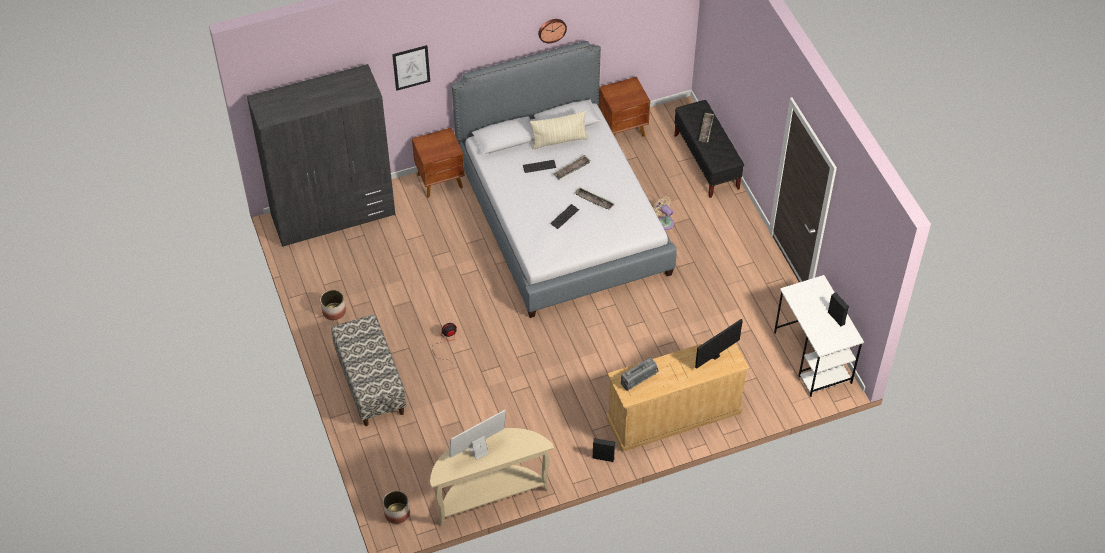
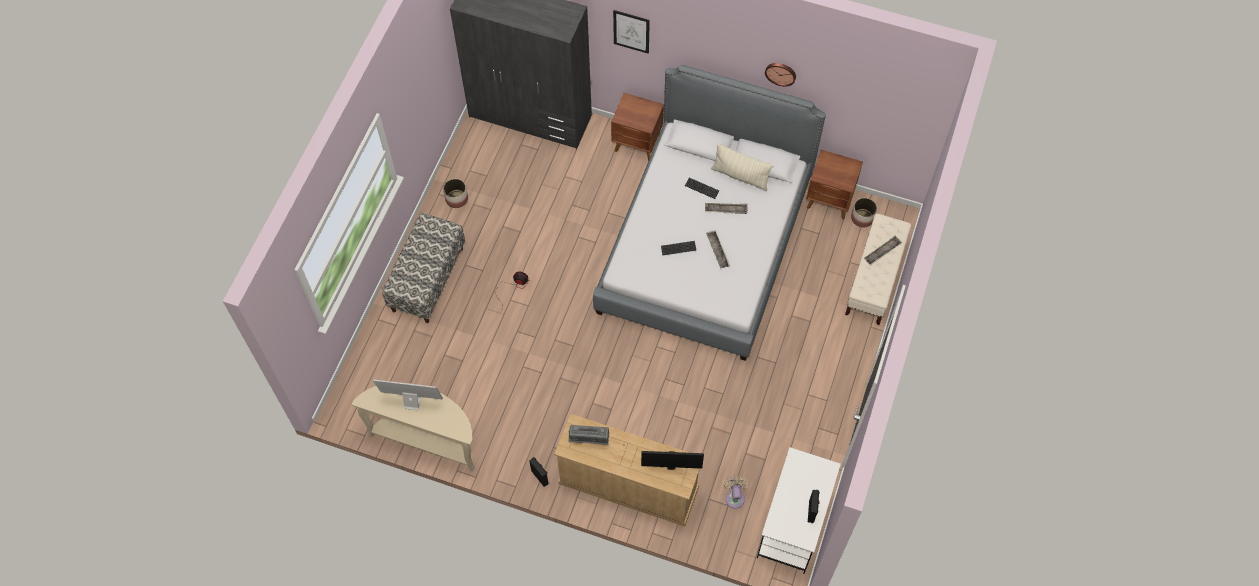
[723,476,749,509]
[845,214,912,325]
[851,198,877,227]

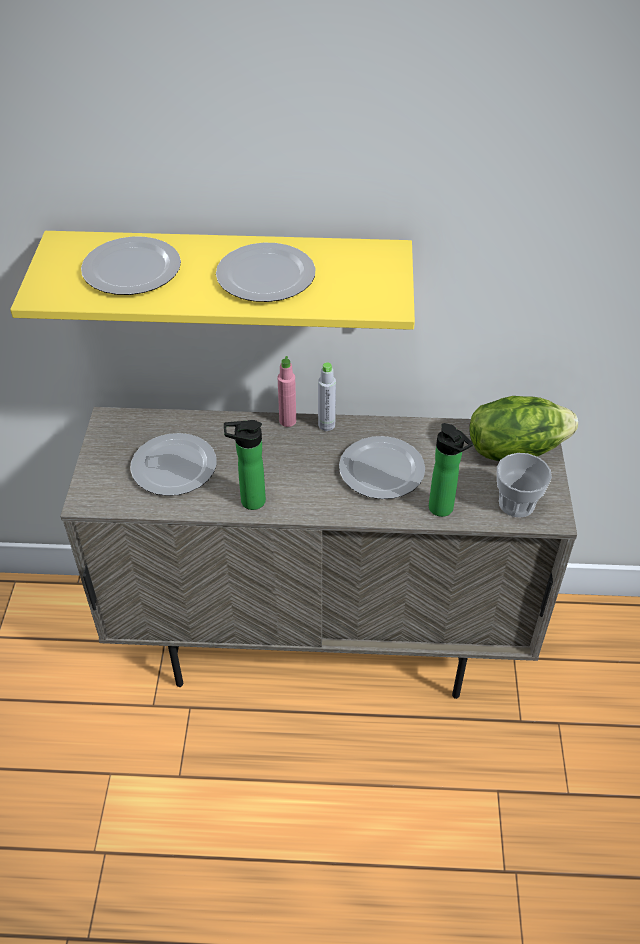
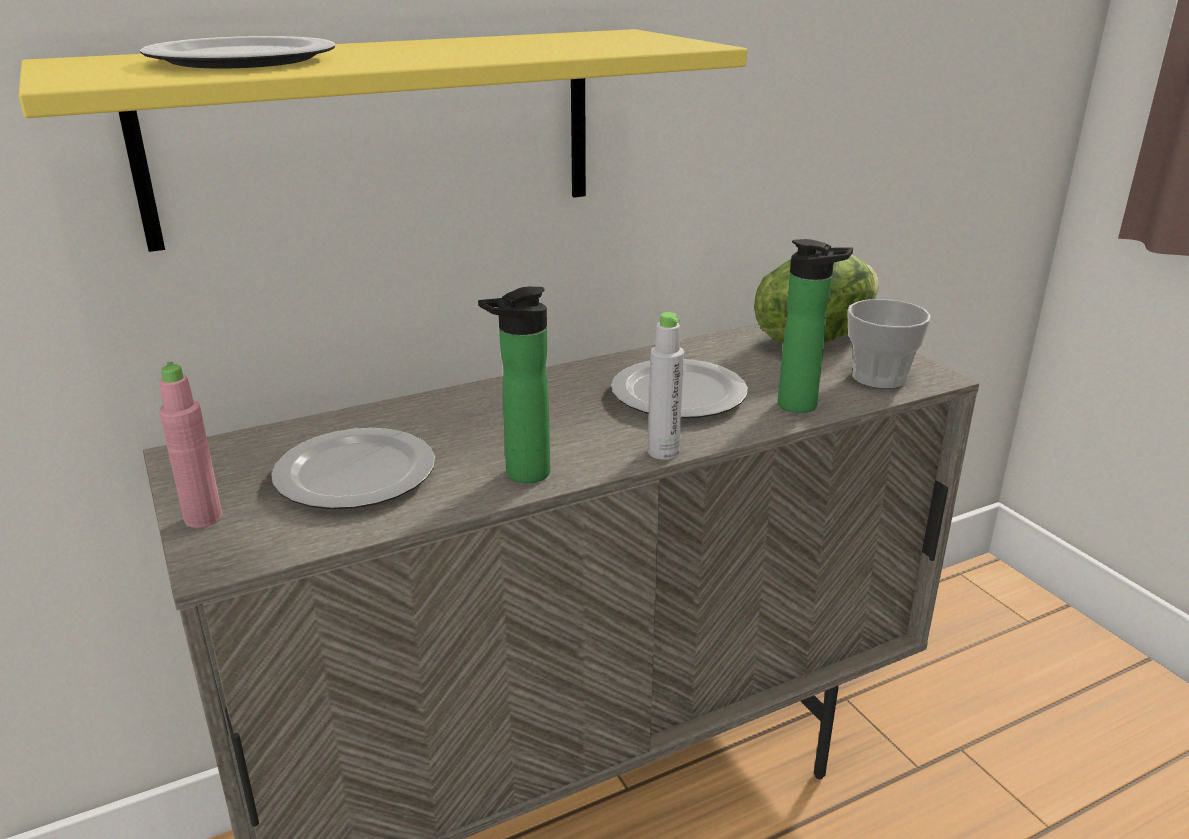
[159,362,222,528]
[648,312,684,460]
[216,243,316,302] (first image)

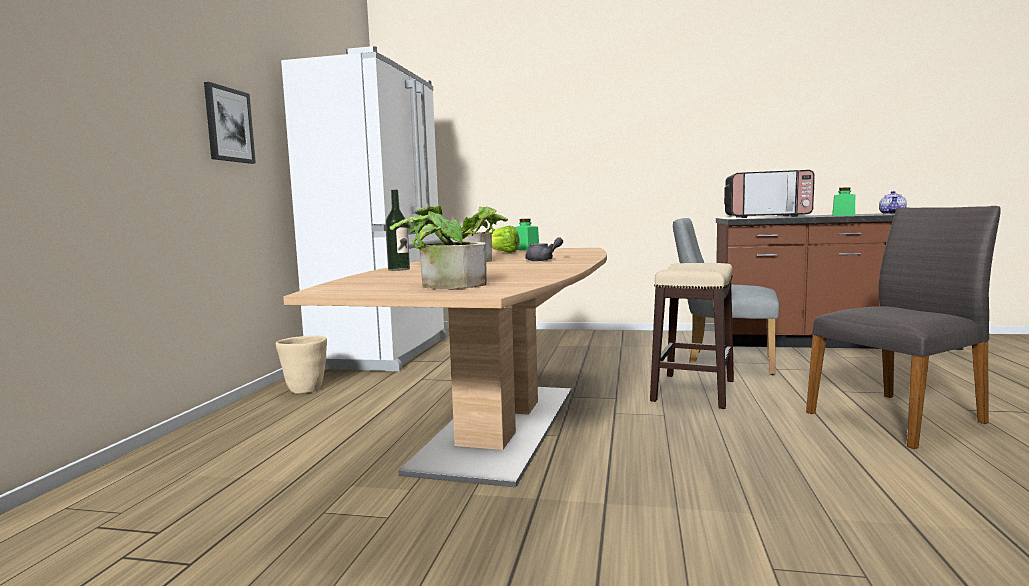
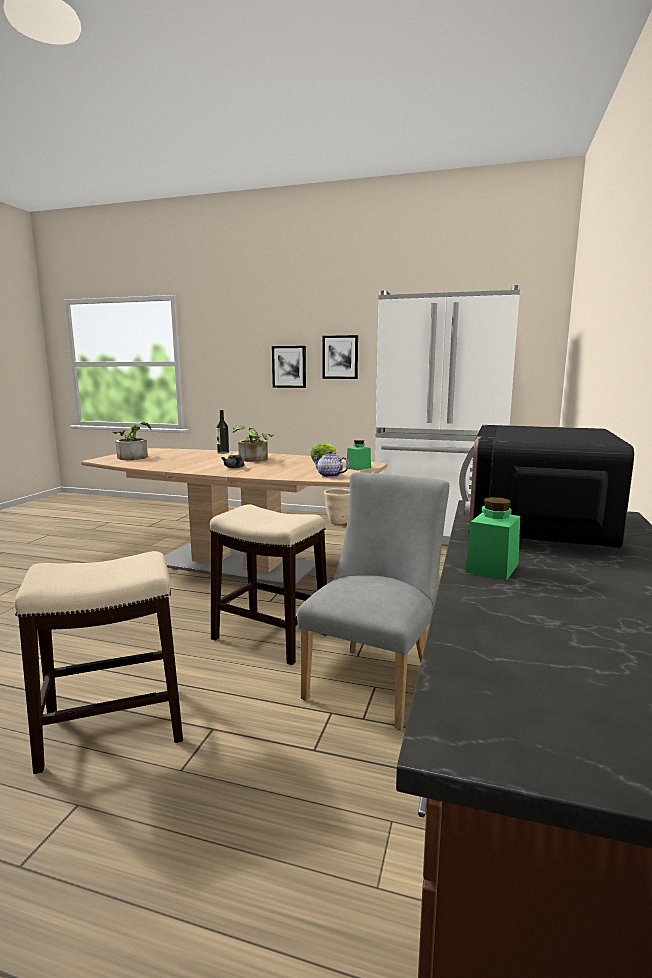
[15,551,183,774]
[272,346,306,388]
[312,451,349,477]

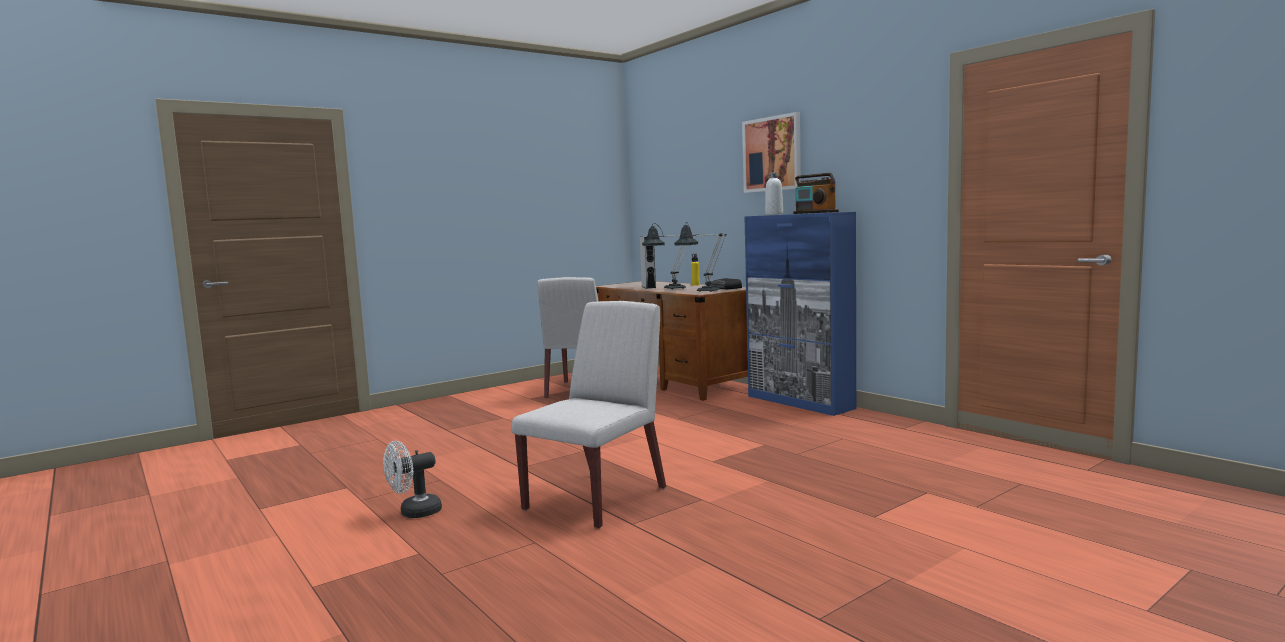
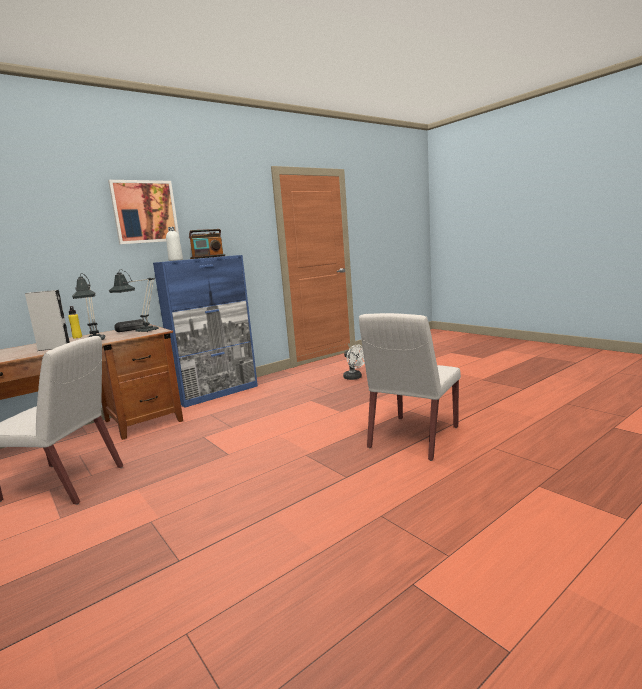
[343,344,365,380]
[359,313,461,461]

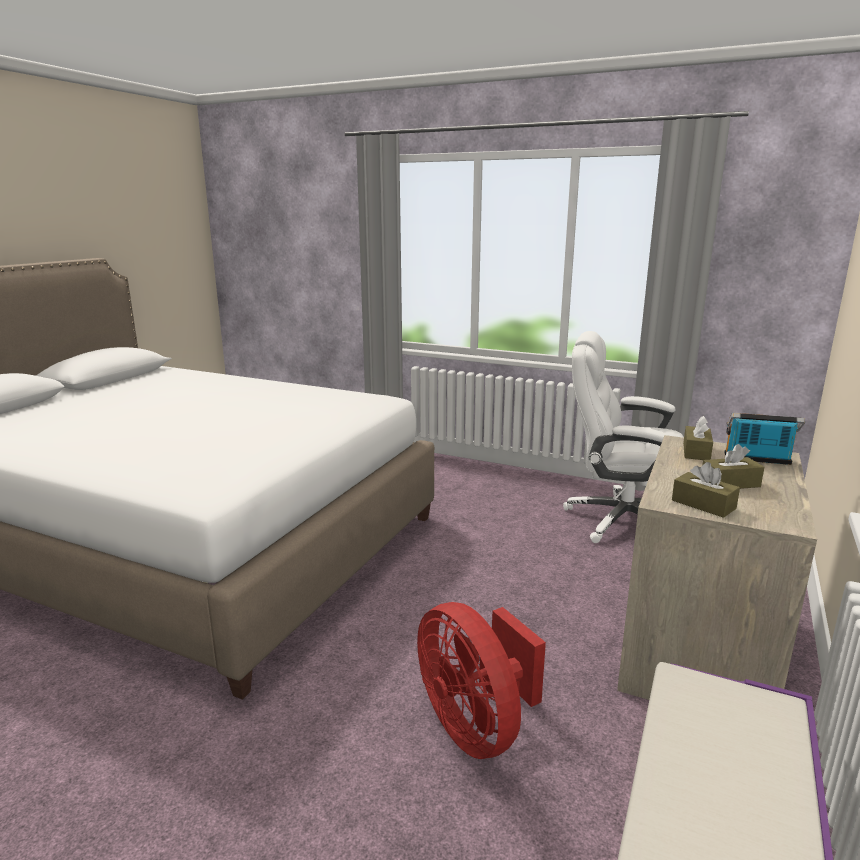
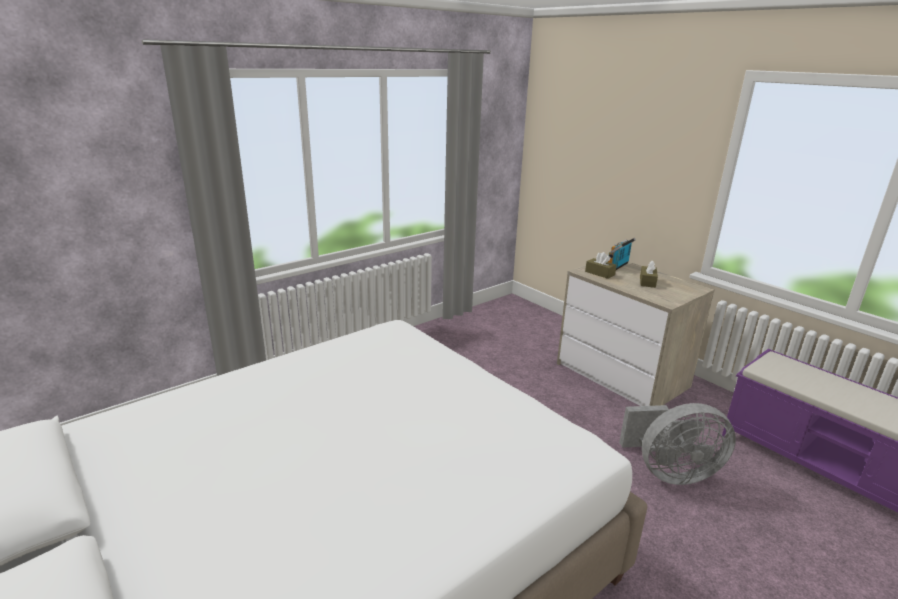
[619,403,736,485]
[563,331,684,543] (first image)
[672,462,740,518] (first image)

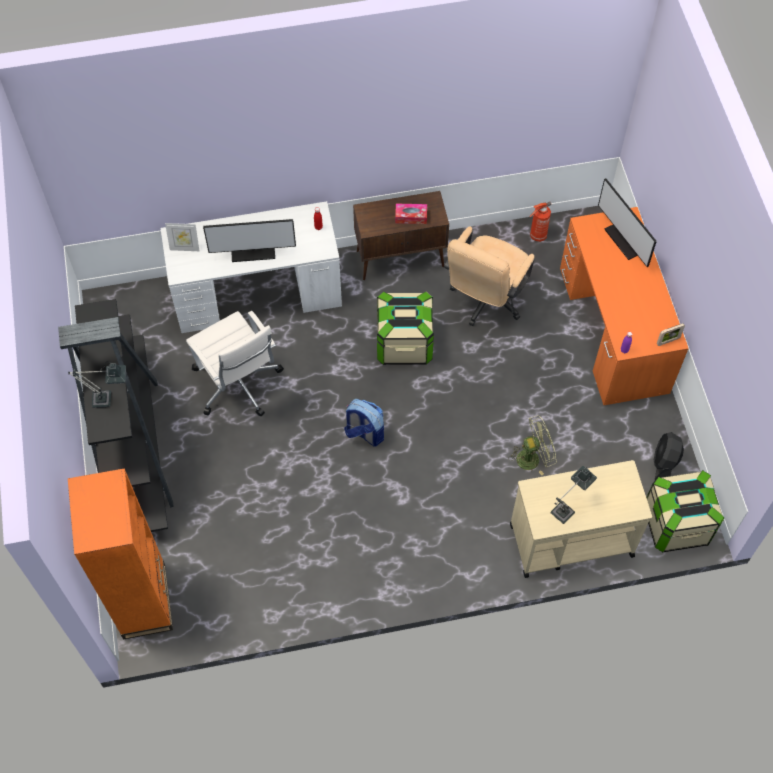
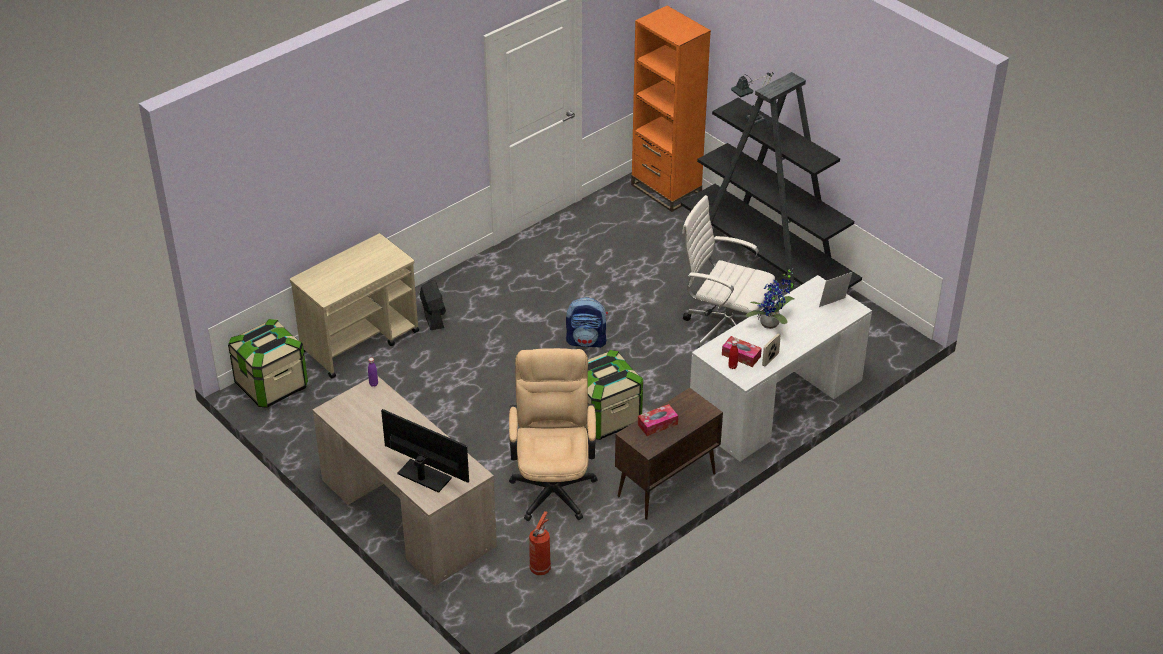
[313,376,497,586]
[419,280,446,330]
[722,336,762,367]
[746,268,794,329]
[762,333,781,366]
[508,415,557,475] (first image)
[550,466,597,524] (first image)

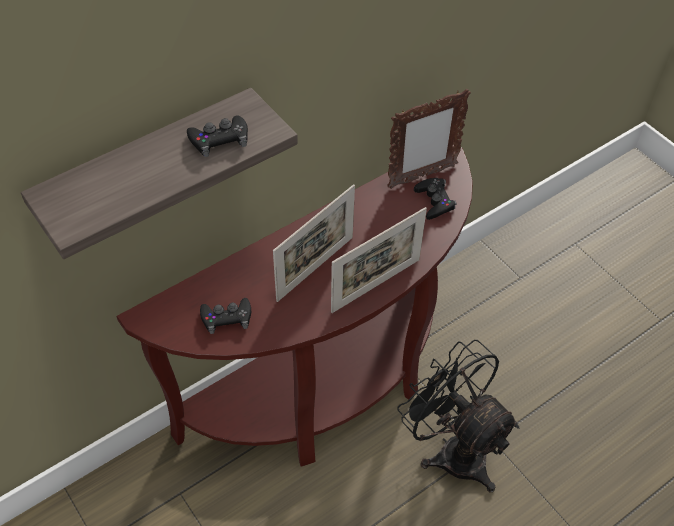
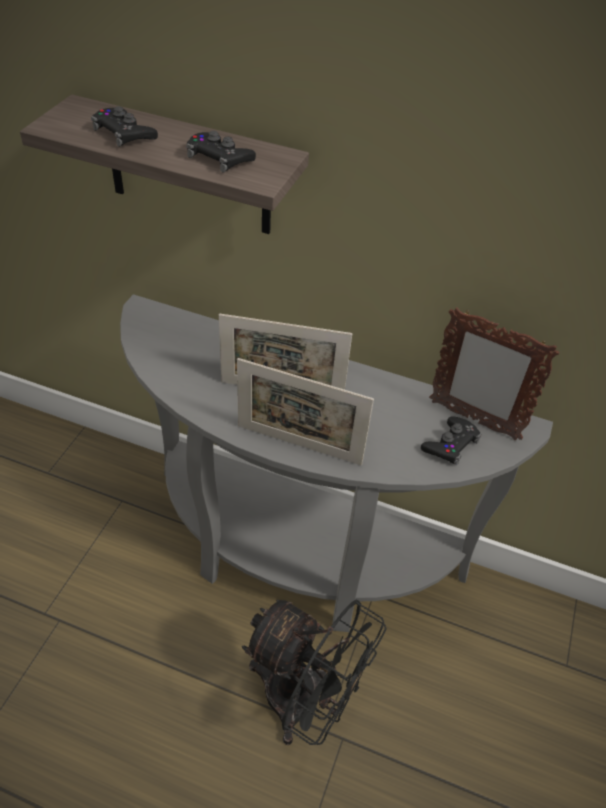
[91,106,158,147]
[120,294,553,632]
[242,600,387,745]

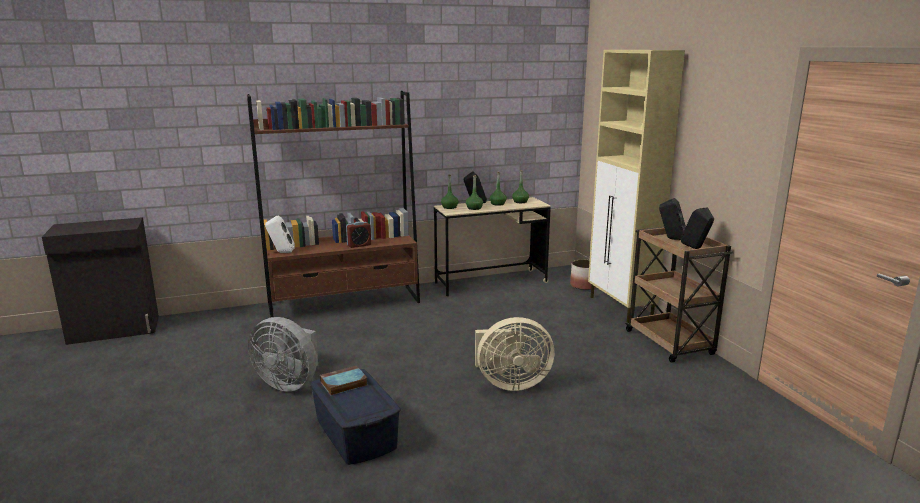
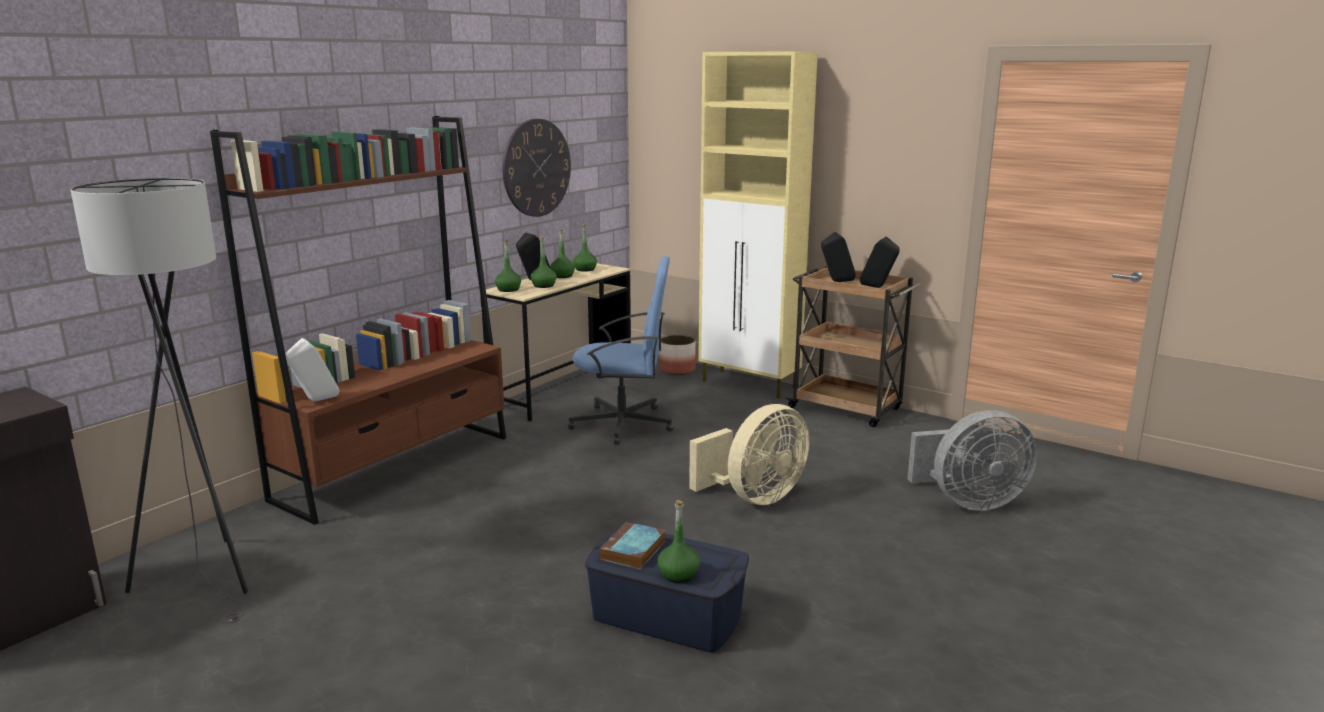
[70,178,248,623]
[503,119,571,217]
[568,256,674,445]
[657,500,700,583]
[908,410,1038,511]
[346,221,371,248] (first image)

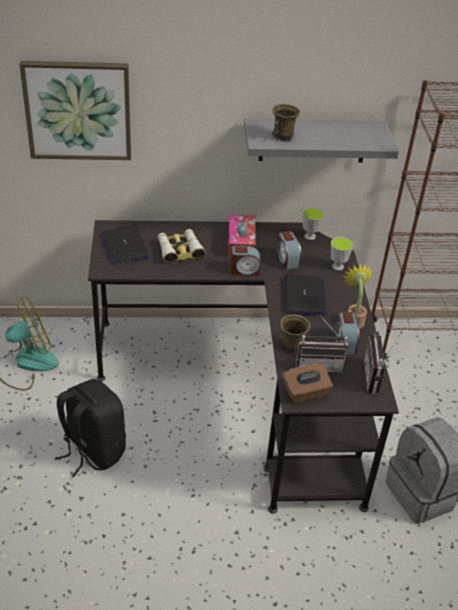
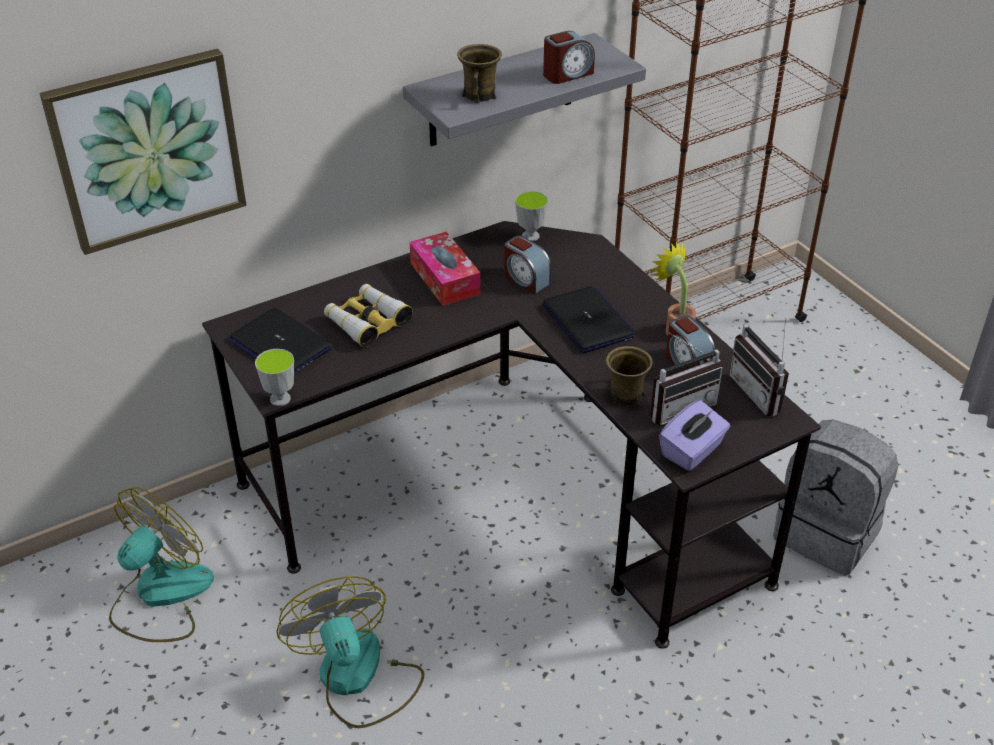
[255,349,294,406]
[276,576,424,728]
[543,31,595,84]
[659,400,730,471]

